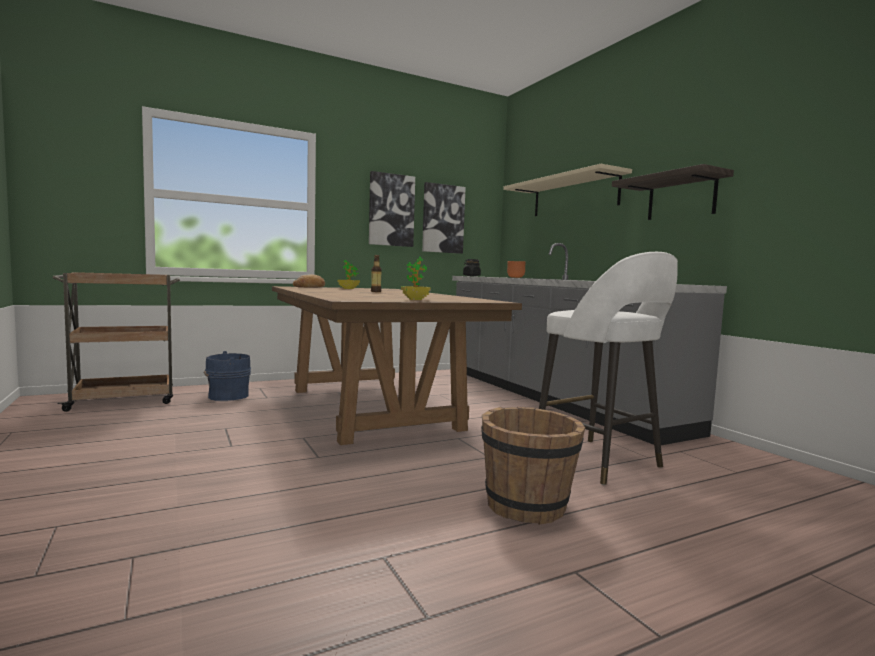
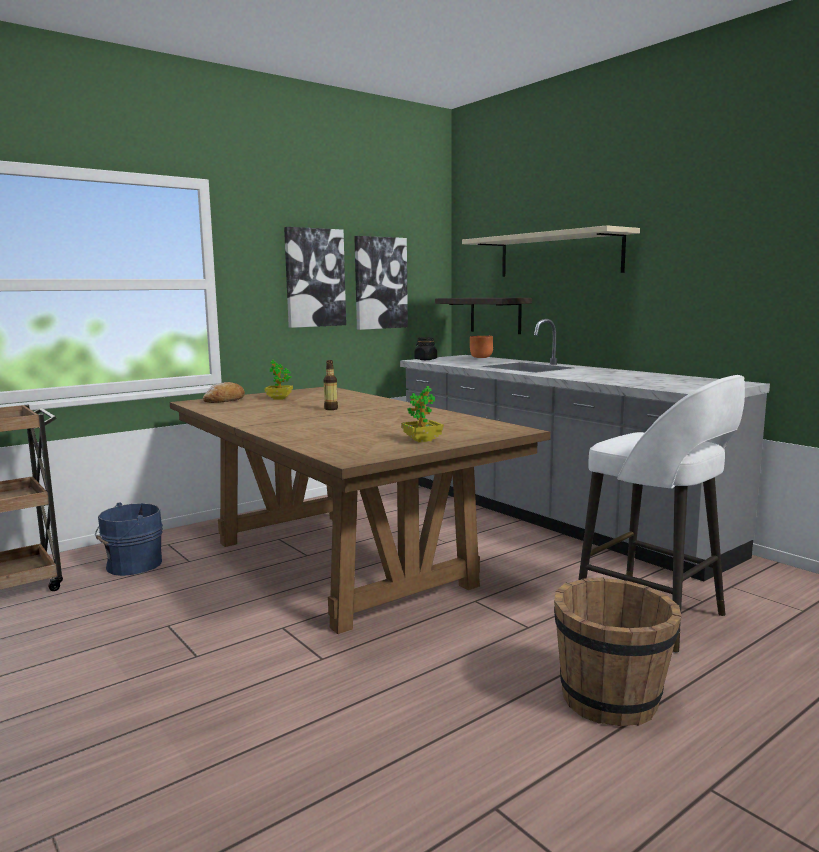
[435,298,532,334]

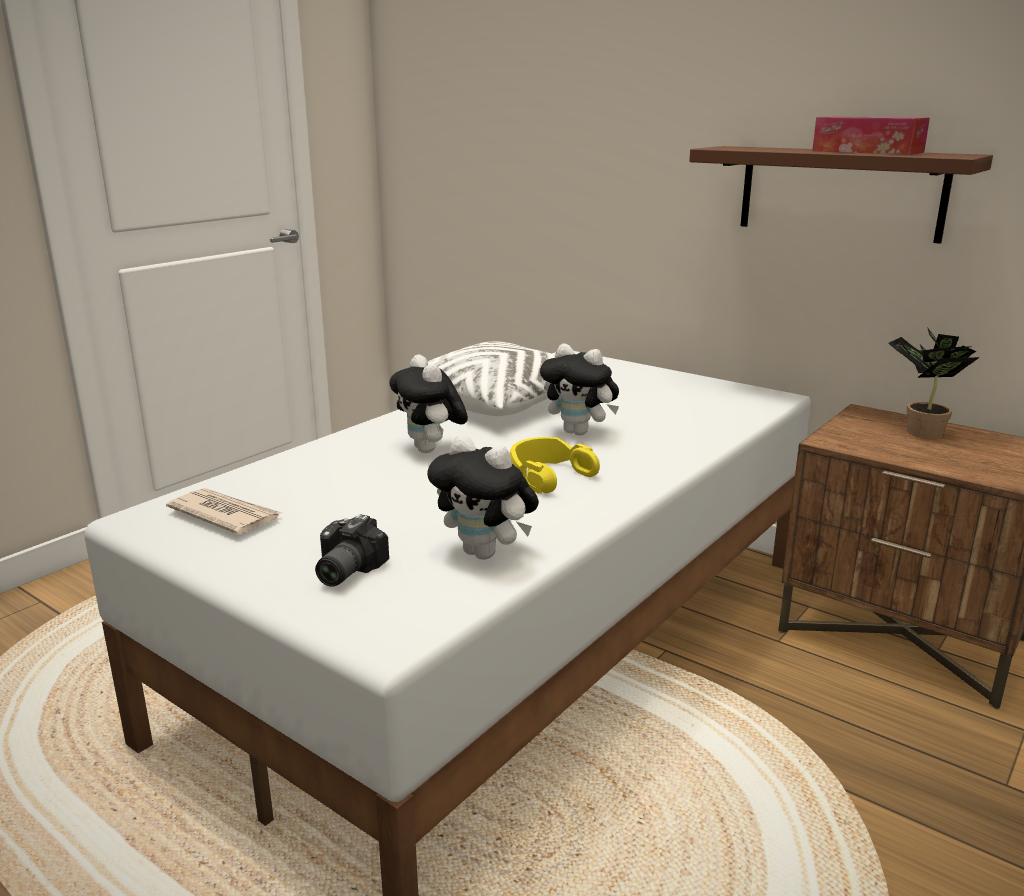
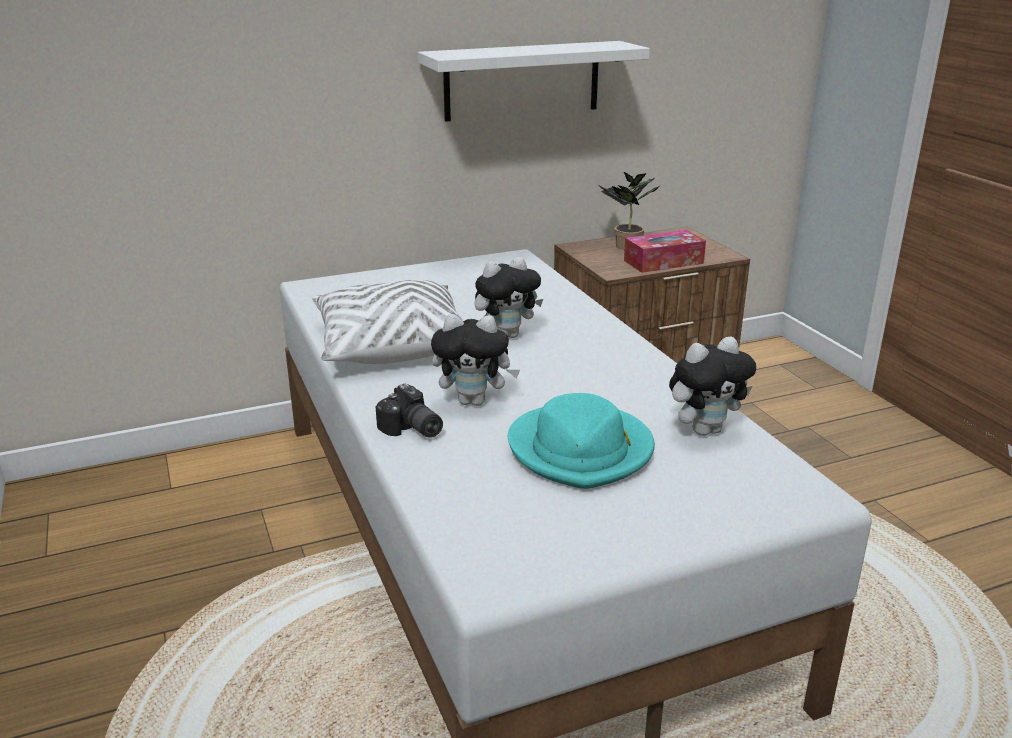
[376,383,443,438]
[418,41,650,122]
[508,393,655,489]
[624,230,706,273]
[166,488,282,535] (first image)
[510,437,600,494] (first image)

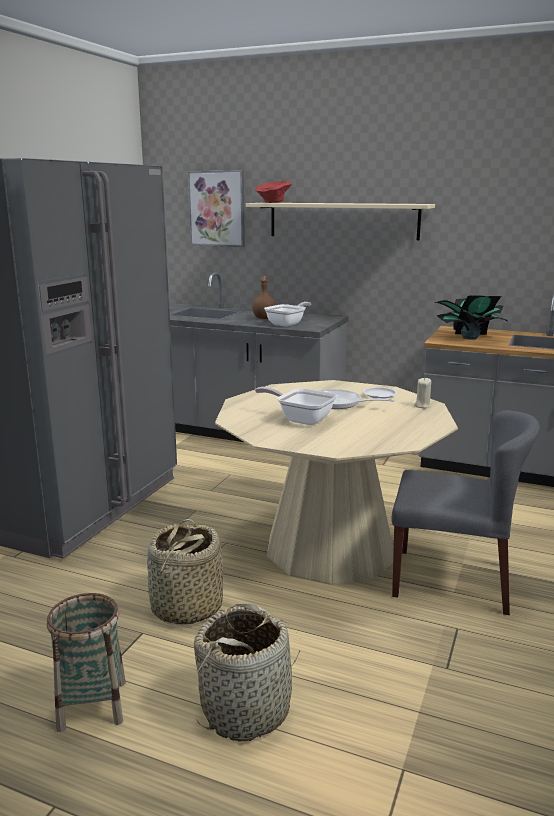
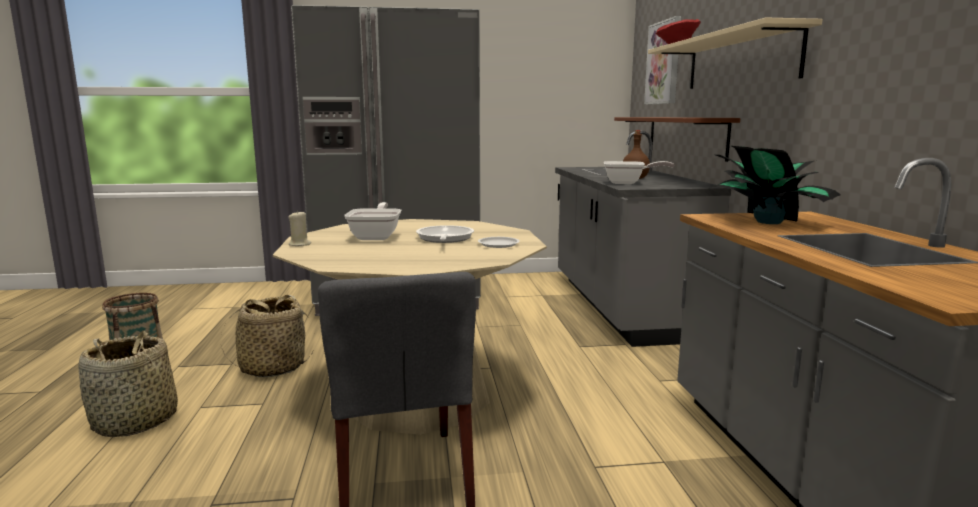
[289,210,311,246]
[614,117,740,162]

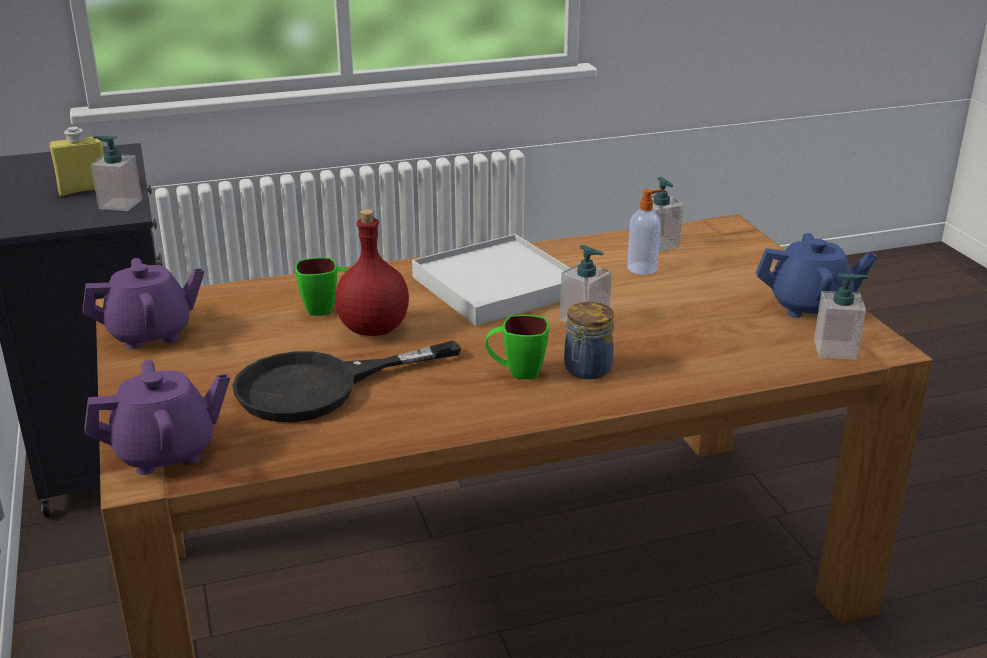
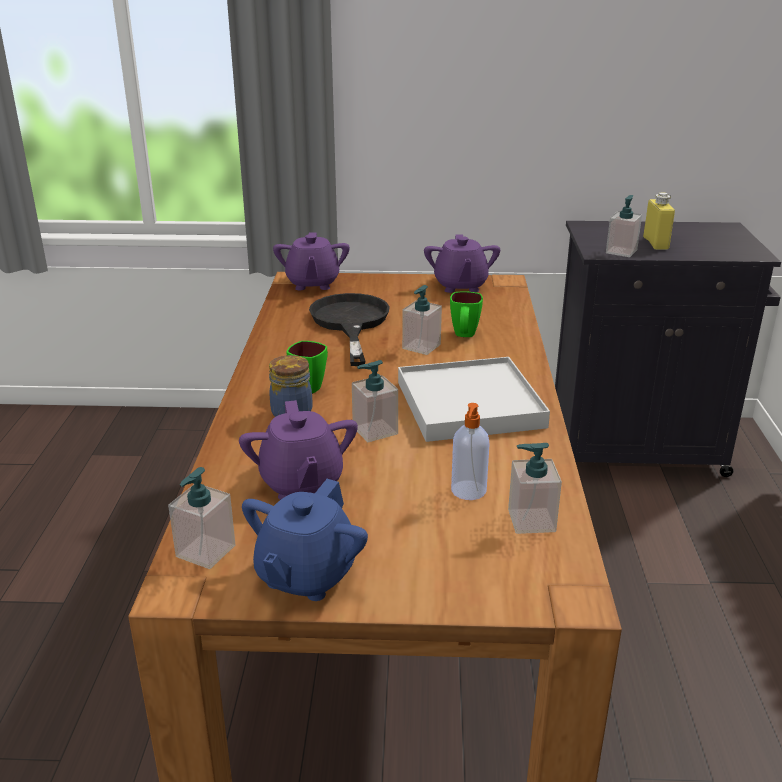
[239,400,358,500]
[402,285,442,355]

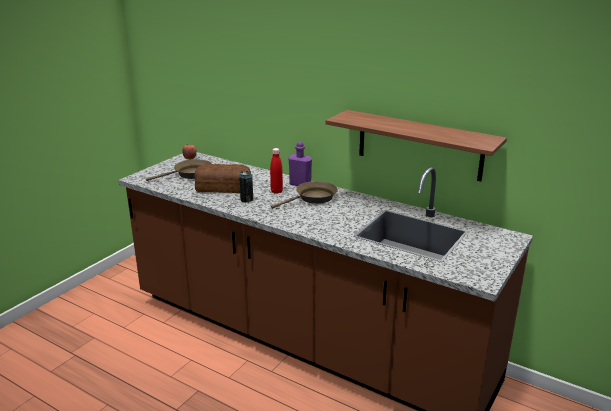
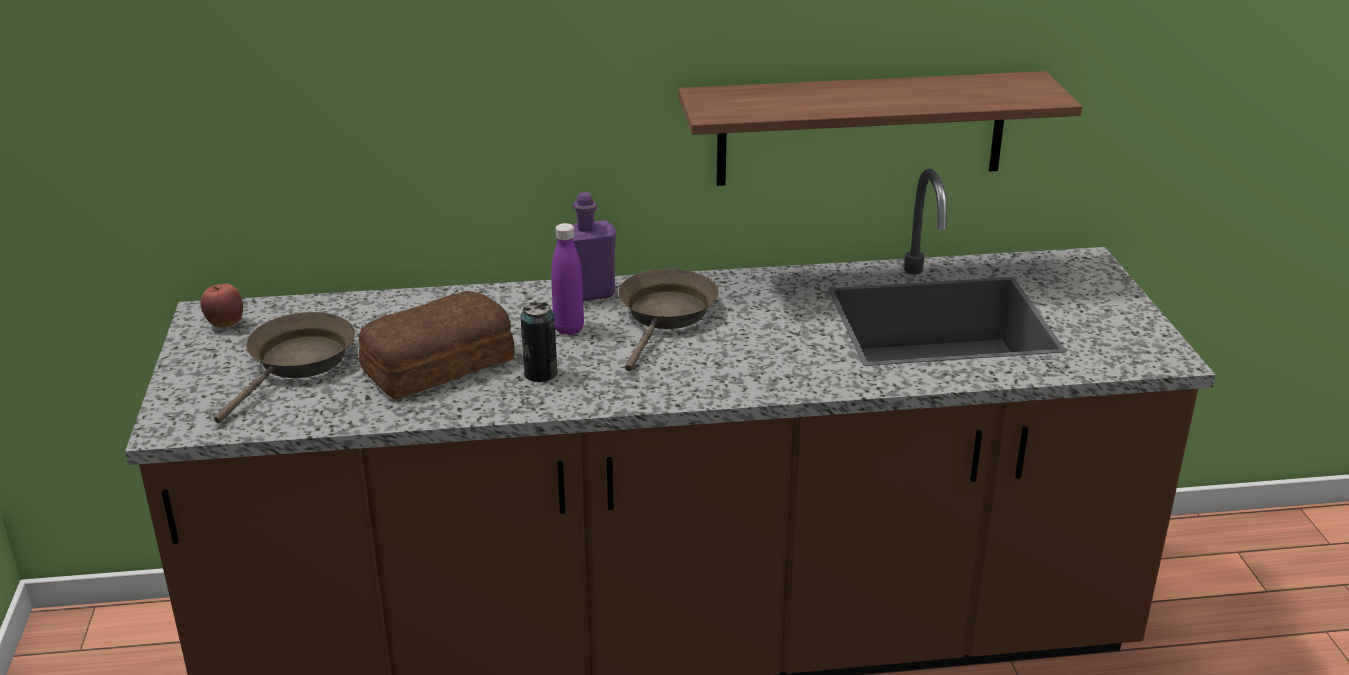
[551,223,584,335]

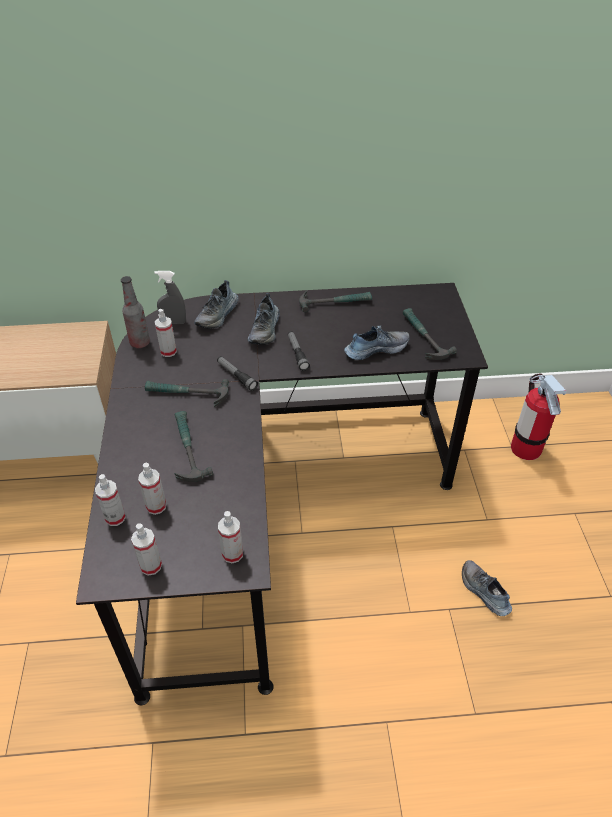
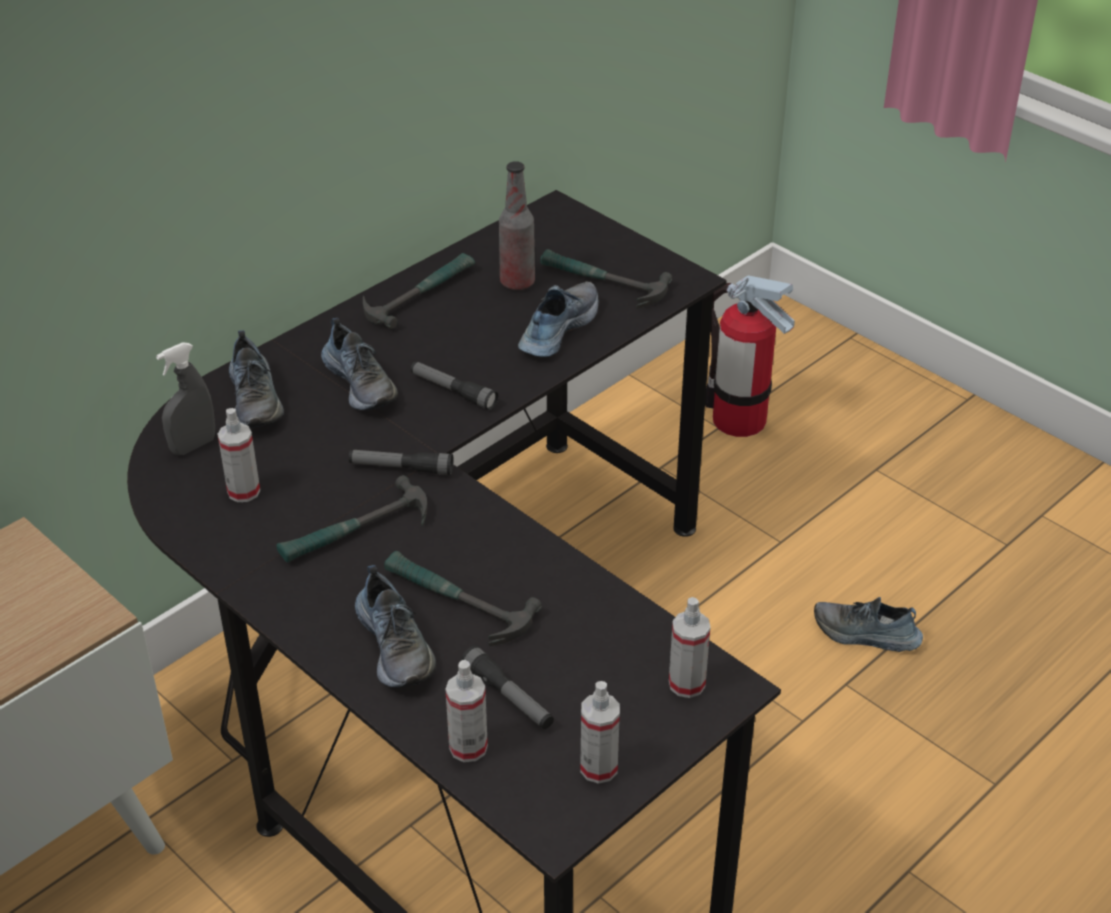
[355,565,436,688]
[461,646,554,729]
[499,161,535,290]

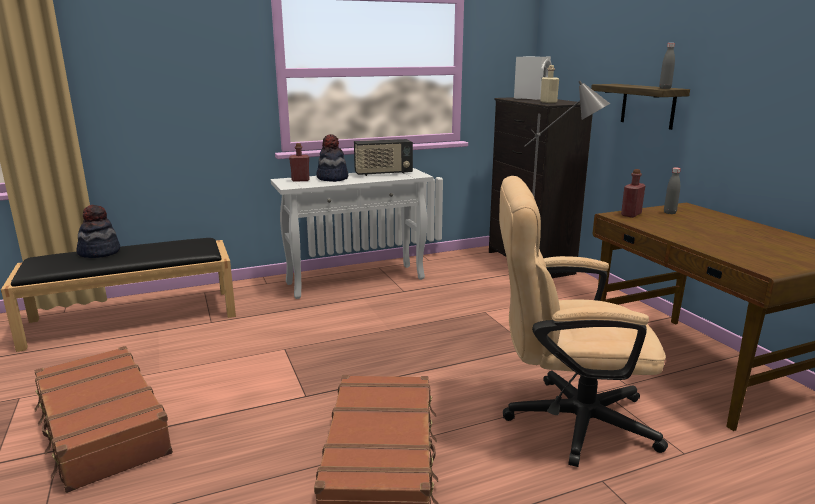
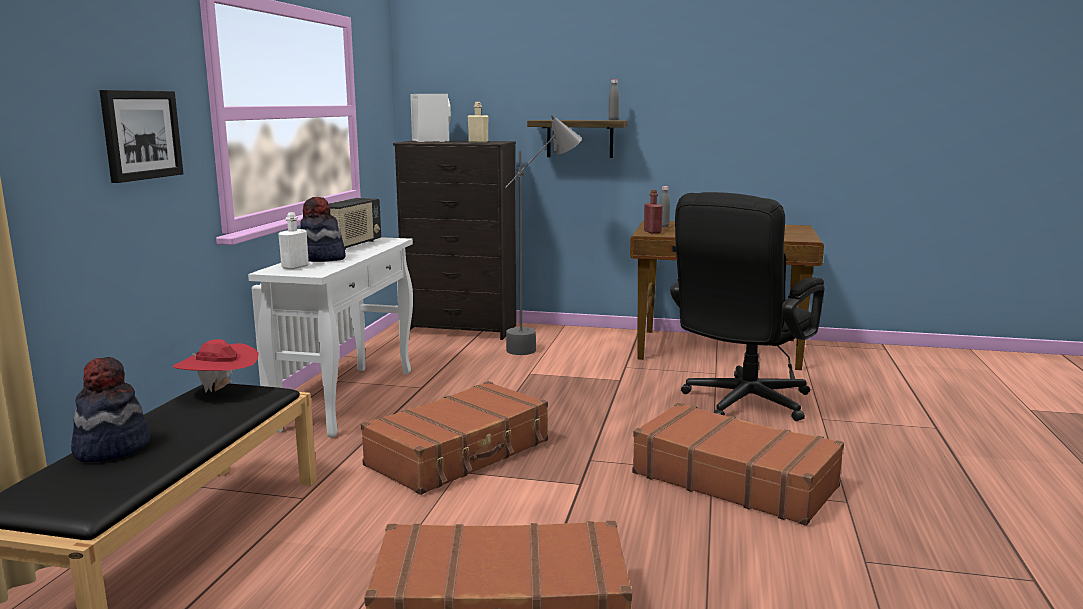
[99,90,183,183]
[173,339,259,392]
[278,212,309,270]
[361,381,548,495]
[670,192,825,421]

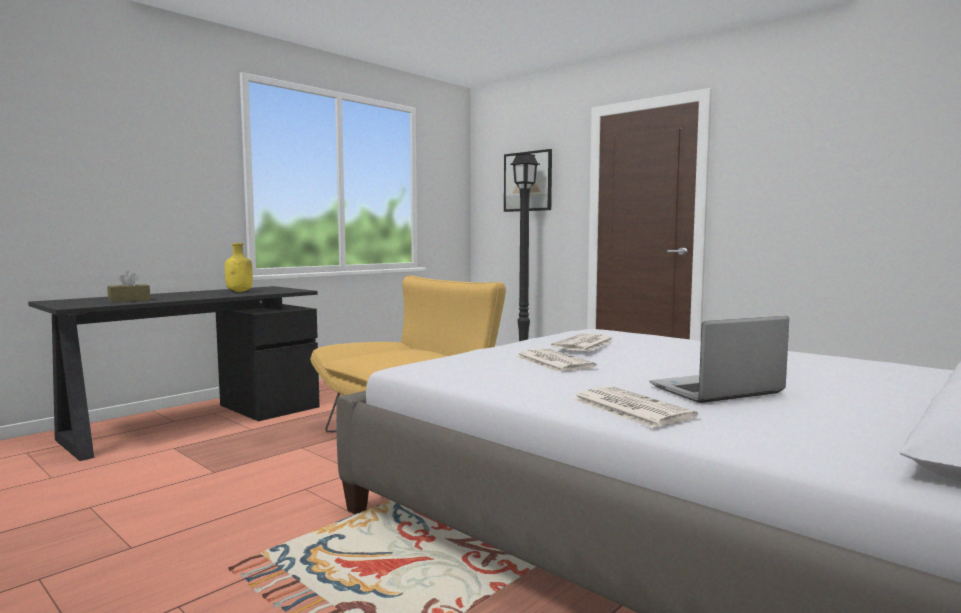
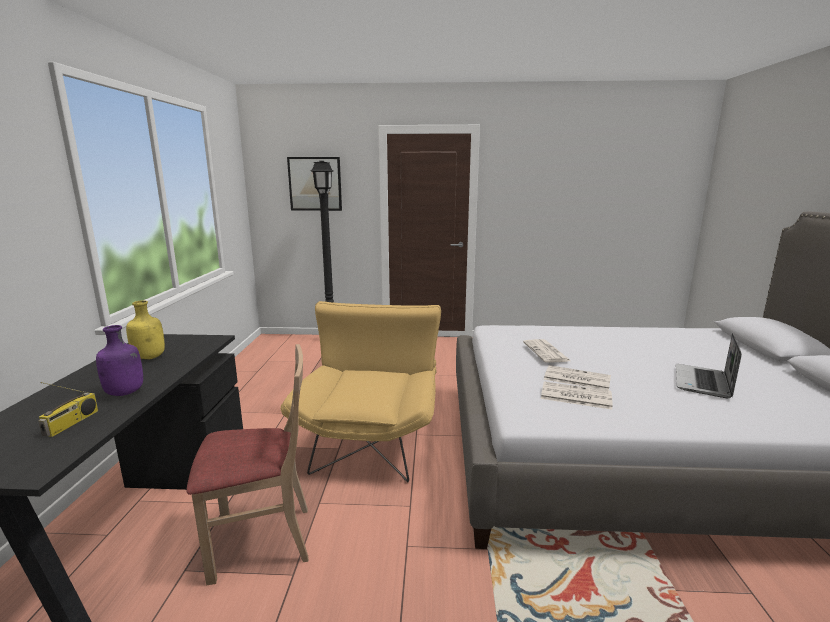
[38,382,98,437]
[96,325,143,396]
[186,344,309,586]
[541,382,613,410]

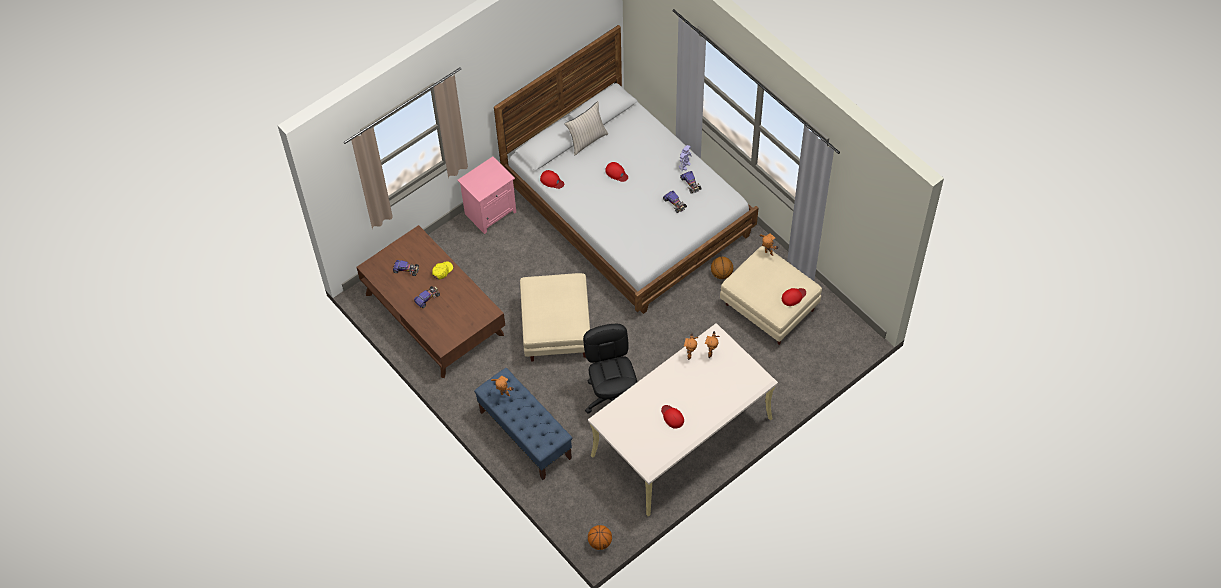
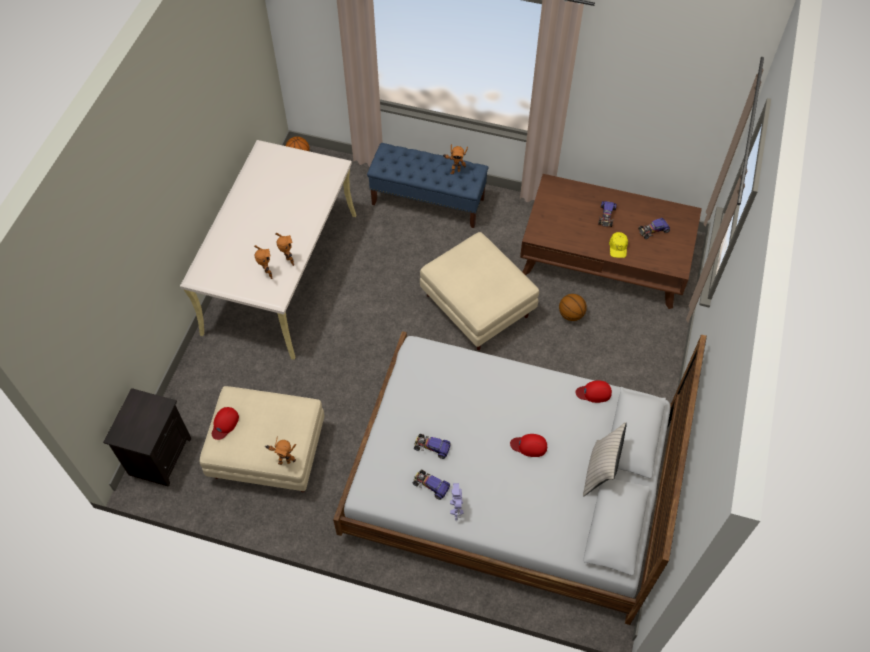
[103,388,191,487]
[559,294,587,321]
[457,156,516,234] (first image)
[583,324,637,414] (first image)
[661,405,684,429] (first image)

